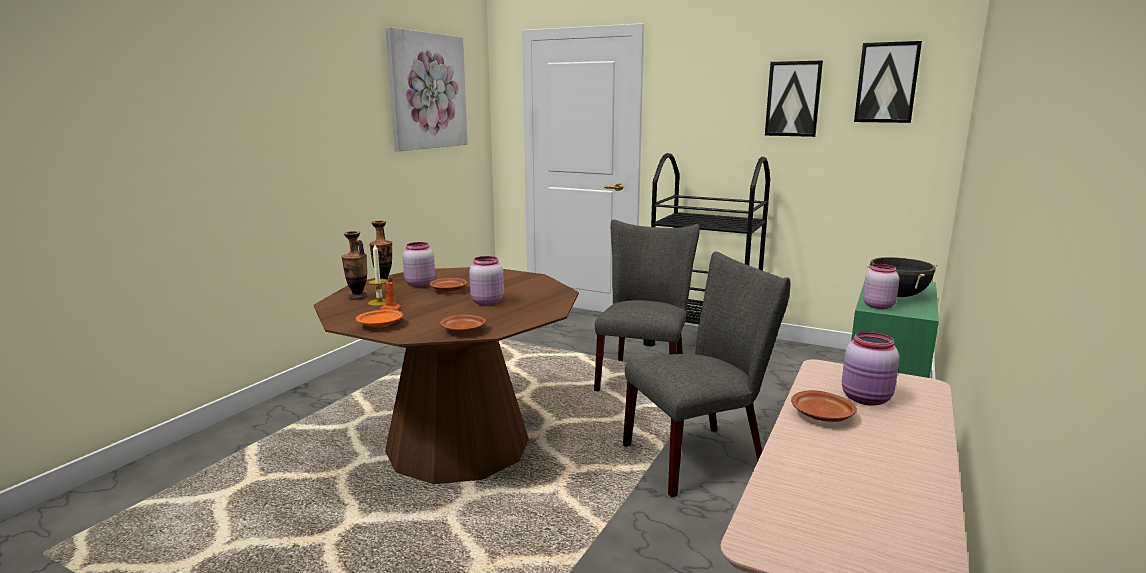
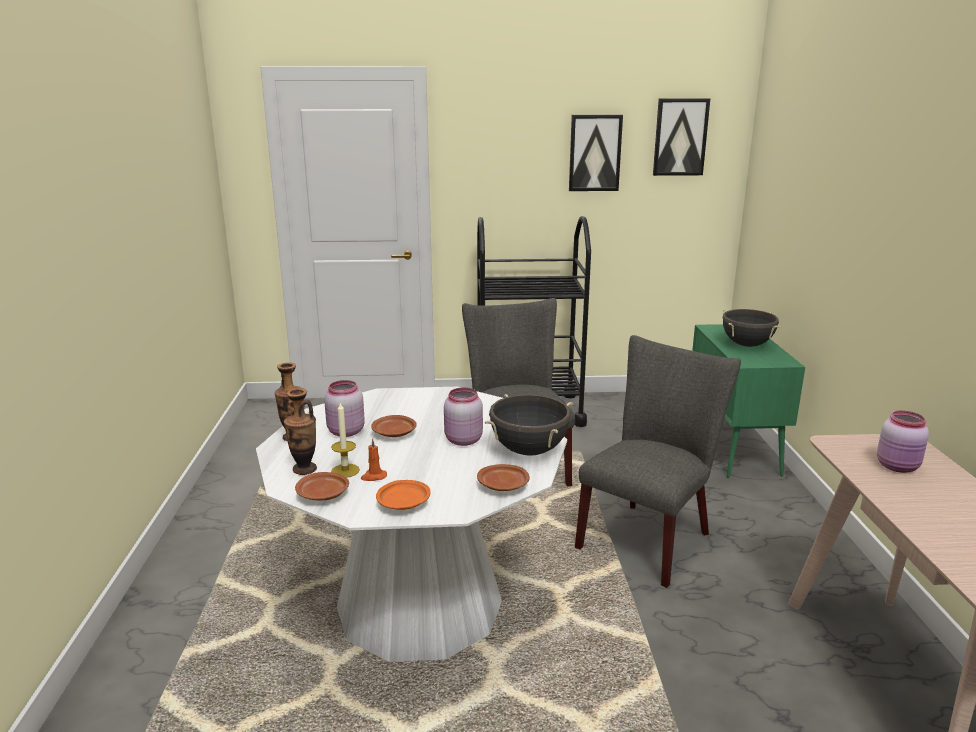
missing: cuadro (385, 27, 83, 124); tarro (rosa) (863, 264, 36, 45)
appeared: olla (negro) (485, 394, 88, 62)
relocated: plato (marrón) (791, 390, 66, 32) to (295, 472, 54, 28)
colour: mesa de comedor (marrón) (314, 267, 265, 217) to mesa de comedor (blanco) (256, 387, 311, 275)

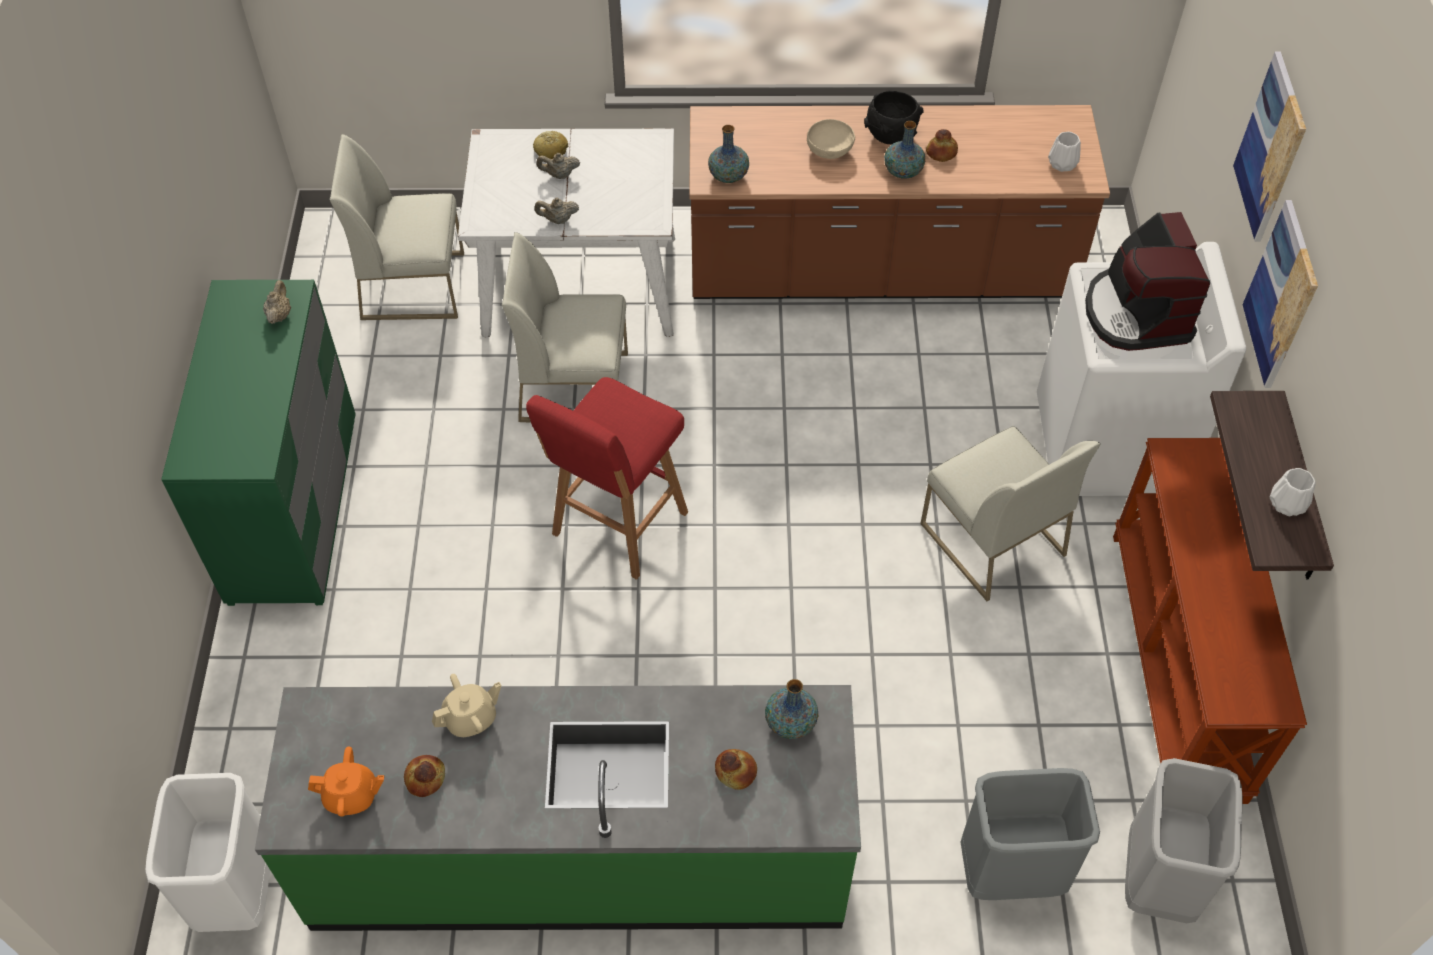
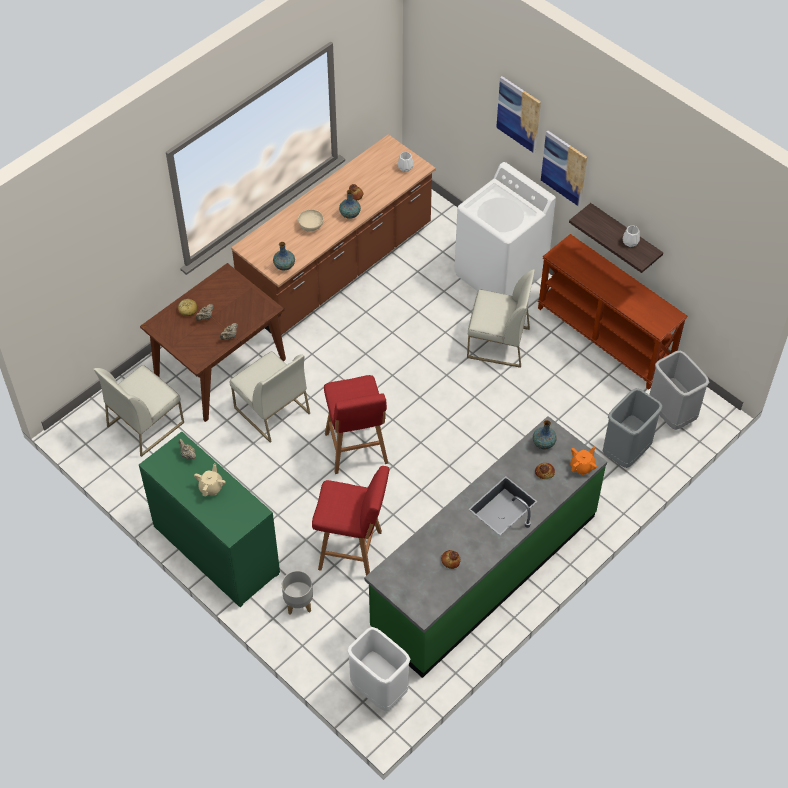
missing: cuenco (negro) (864, 91, 60, 53); cafetera (1085, 212, 125, 139)
appeared: maceta (gris) (282, 571, 31, 44); taburete (rojo) (312, 466, 77, 110)
relocated: tetera (beis) (432, 674, 69, 63) to (194, 464, 32, 33); tetera (naranja) (308, 746, 76, 71) to (570, 446, 27, 29)
colour: mesa de comedor (blanco) (458, 129, 217, 208) to mesa de comedor (marrón) (140, 263, 146, 159)
spun: silla (blanco) (502, 232, 126, 191) = (230, 351, 80, 91) 90 degrees counterclockwise

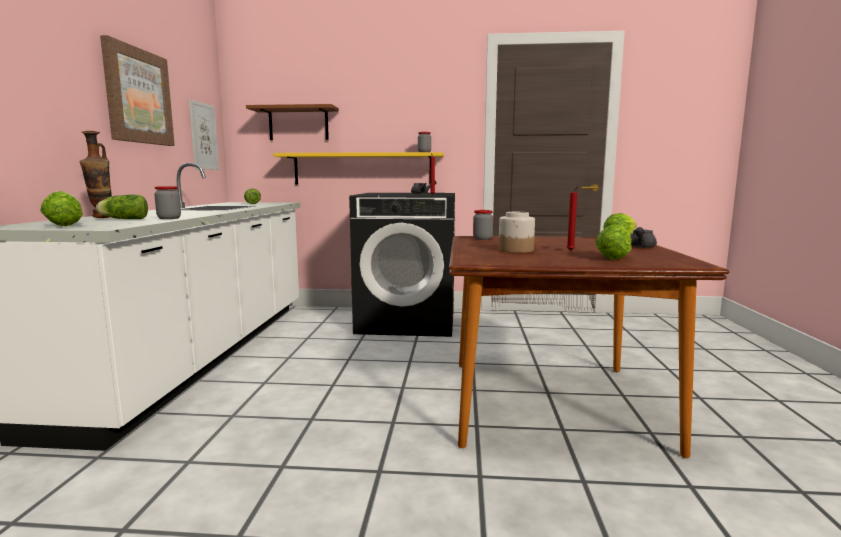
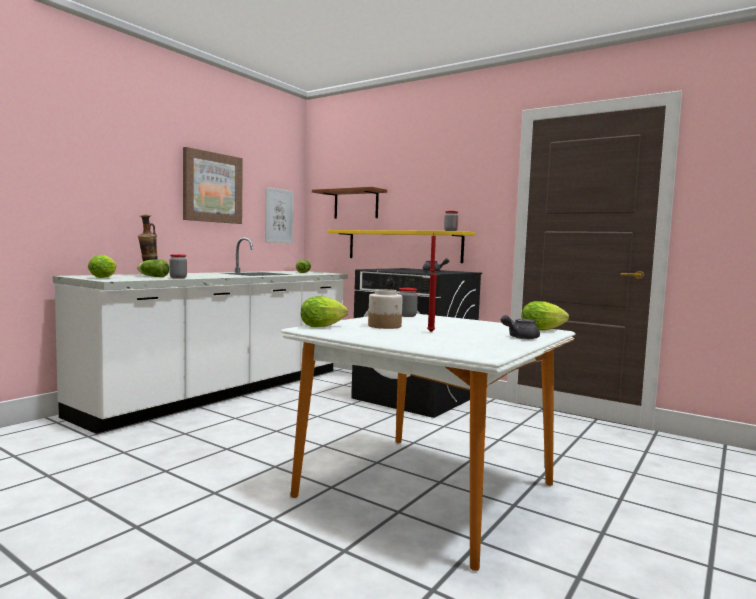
relocated: lechuga (595, 224, 36, 36) to (301, 296, 47, 31)
colour: mesa de comedor (marrón) (449, 236, 280, 222) to mesa de comedor (blanco) (281, 314, 294, 257)

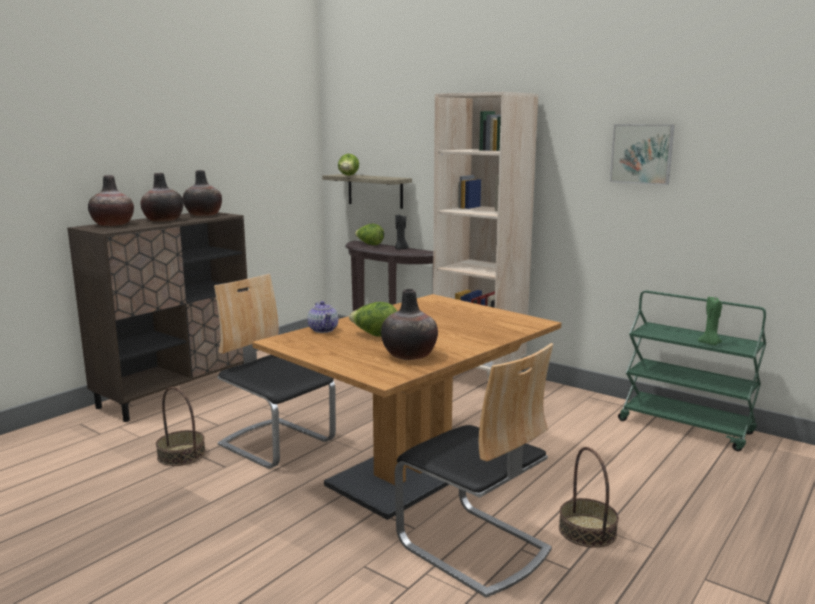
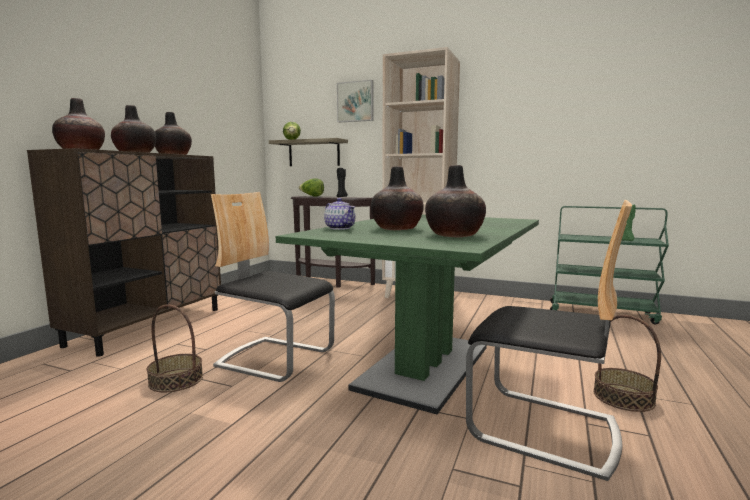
relocated: cuadro (610, 124, 65, 61) to (337, 80, 37, 43)
exchanged: lechuga (349, 302, 48, 35) to florero (371, 166, 53, 64)
colour: mesa de comedor (marrón) (252, 294, 310, 226) to mesa de comedor (verde) (276, 215, 263, 199)

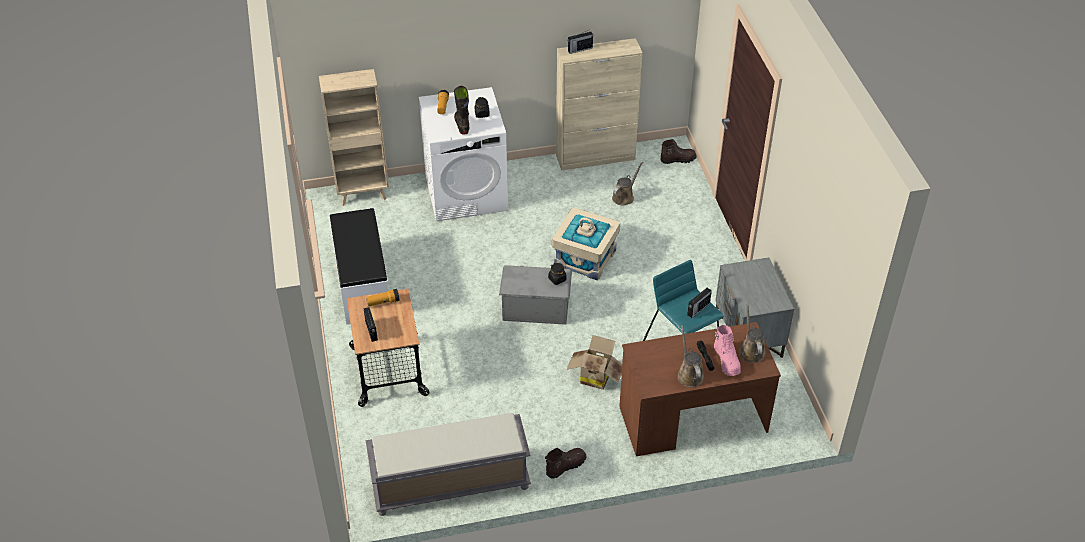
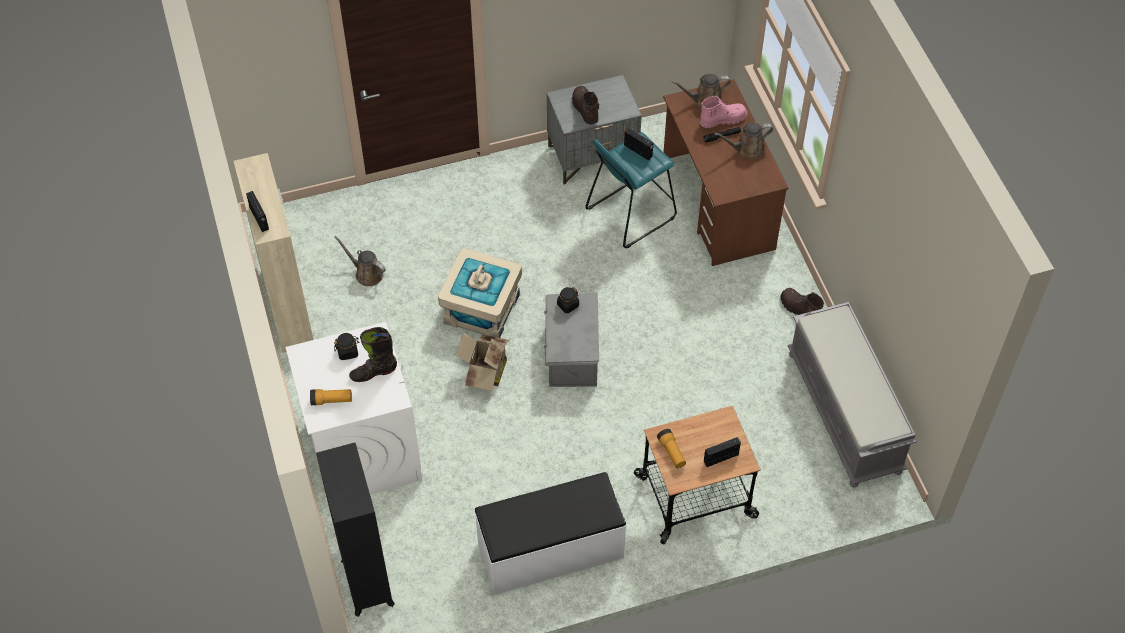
relocated: caja de cartón (566, 335, 56, 55) to (455, 332, 54, 59); bota (marrón) (660, 139, 37, 25) to (572, 86, 27, 39)
colour: estantería (beis) (319, 69, 70, 137) to estantería (negro) (316, 443, 79, 174)

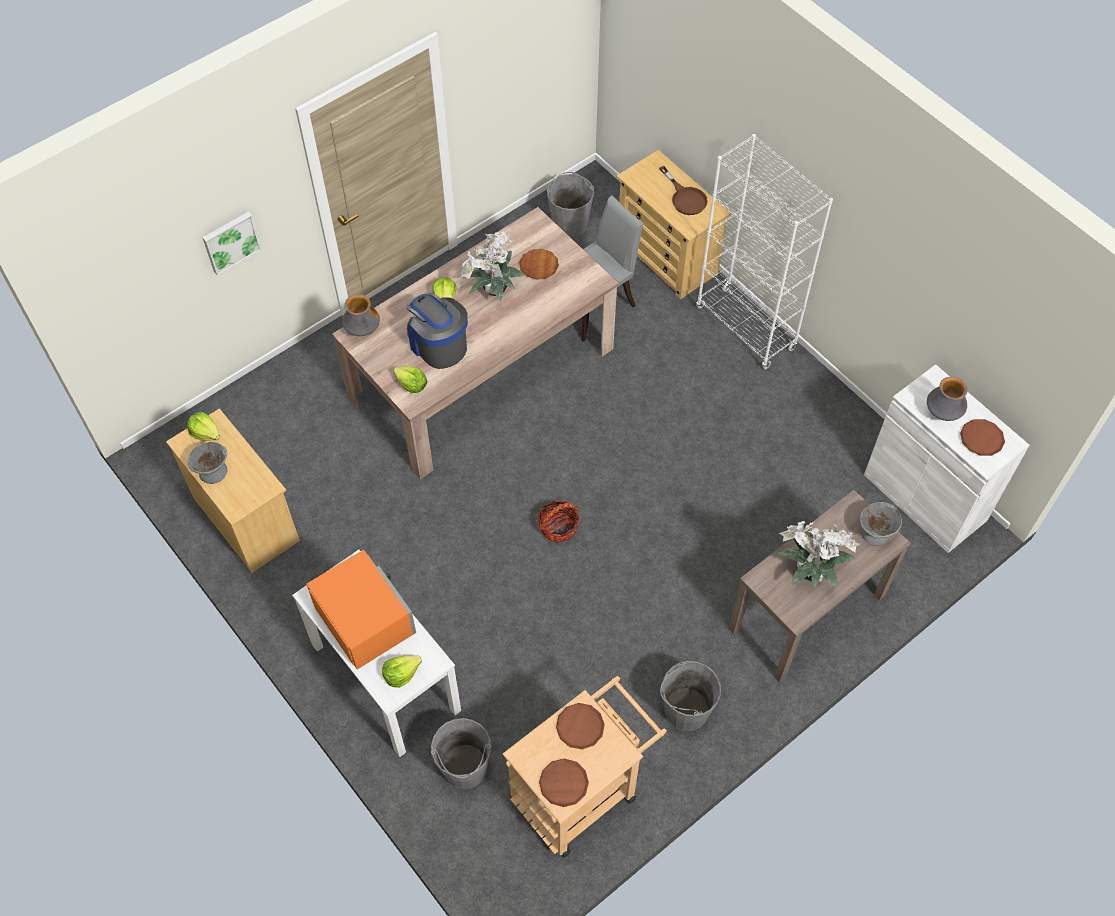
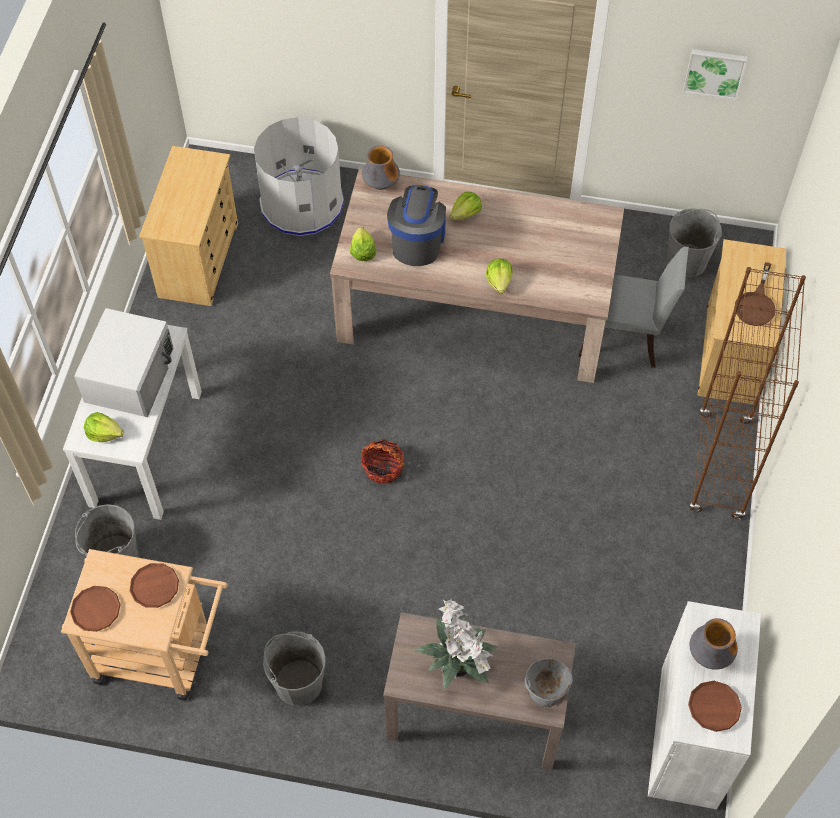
missing: cuenco (gris) (188, 442, 40, 42); planta en maceta (461, 230, 65, 71); plato (marrón) (519, 249, 40, 31)
appeared: papelera (gris) (254, 117, 90, 119)
relocated: lechuga (187, 412, 33, 29) to (486, 258, 27, 36); cuadro (202, 211, 60, 65) to (683, 49, 64, 51)
colour: microondas (naranja) (306, 550, 110, 119) to microondas (blanco) (74, 308, 99, 109); estantería (blanco) (696, 134, 137, 236) to estantería (marrón) (690, 267, 116, 253)

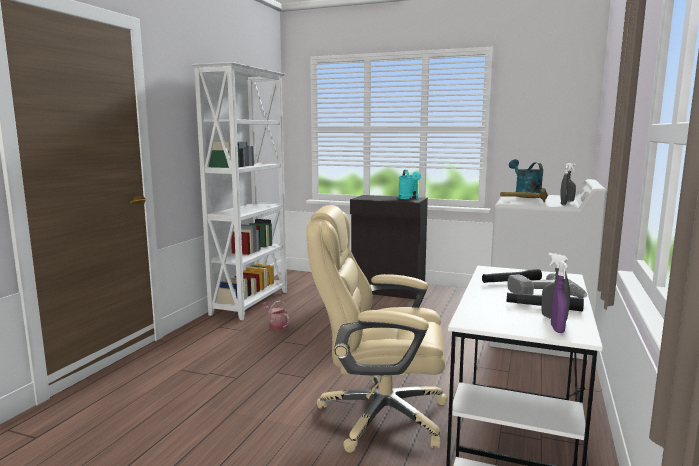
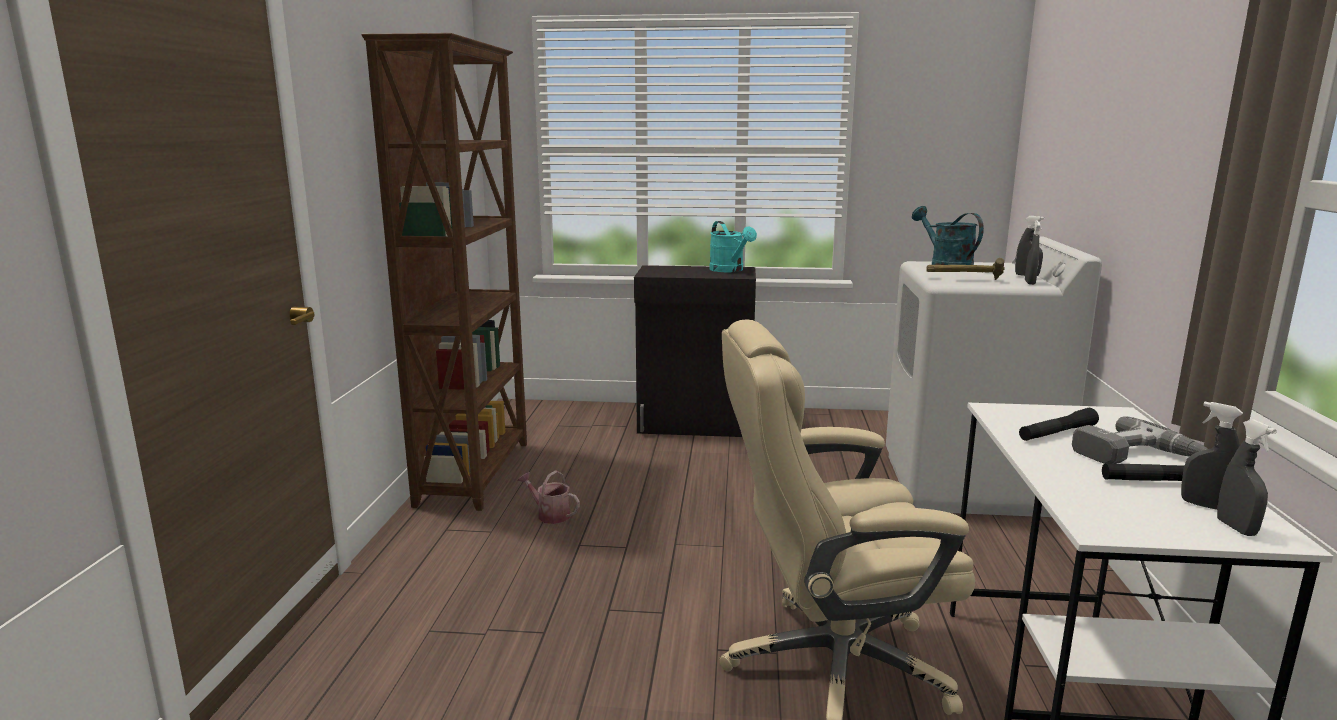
colour: estantería (blanco) (192, 62, 95, 258) to estantería (marrón) (362, 33, 165, 478); pulverizador (morado) (551, 261, 16, 72) to pulverizador (gris) (1217, 419, 60, 117)

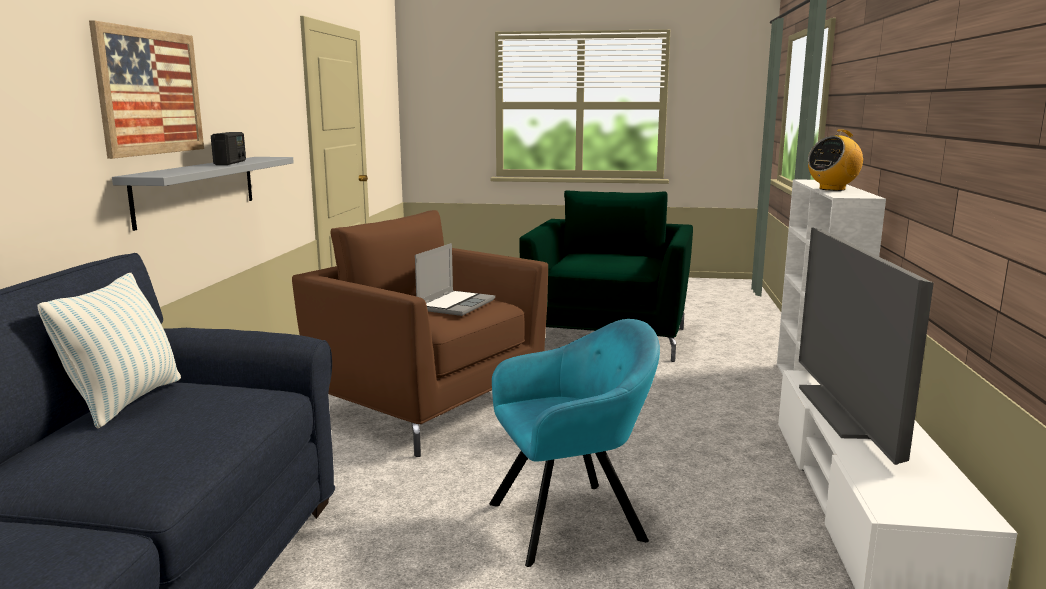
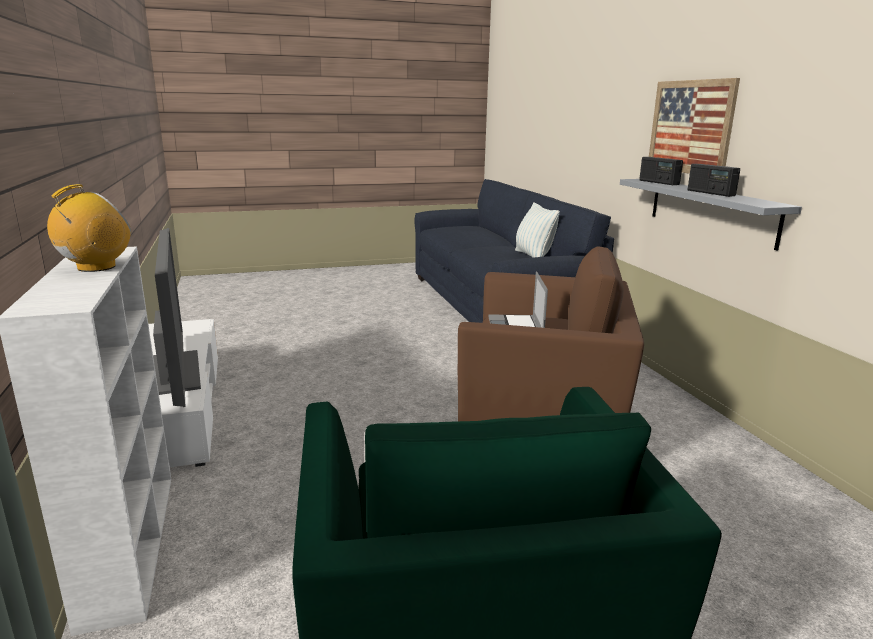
missing: sillón (turquesa) (489, 319, 171, 248)
appeared: radio (639, 157, 44, 28)

